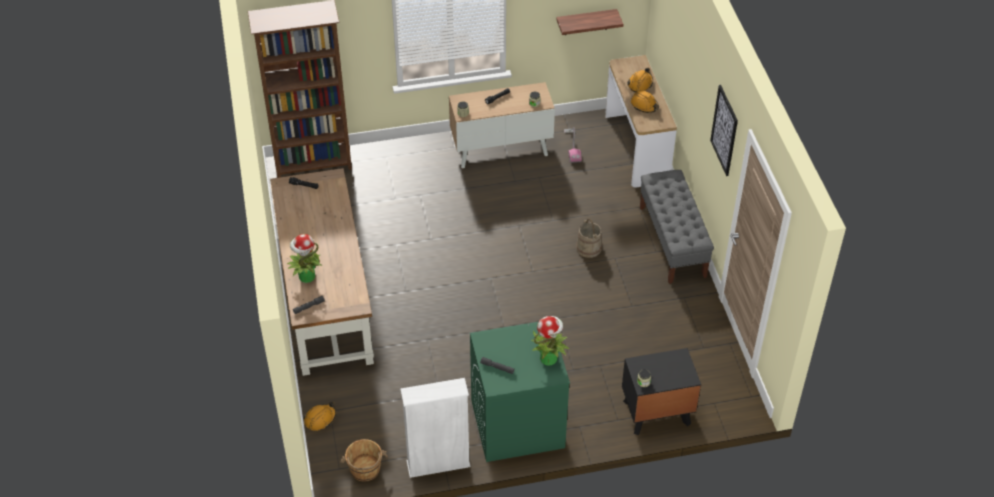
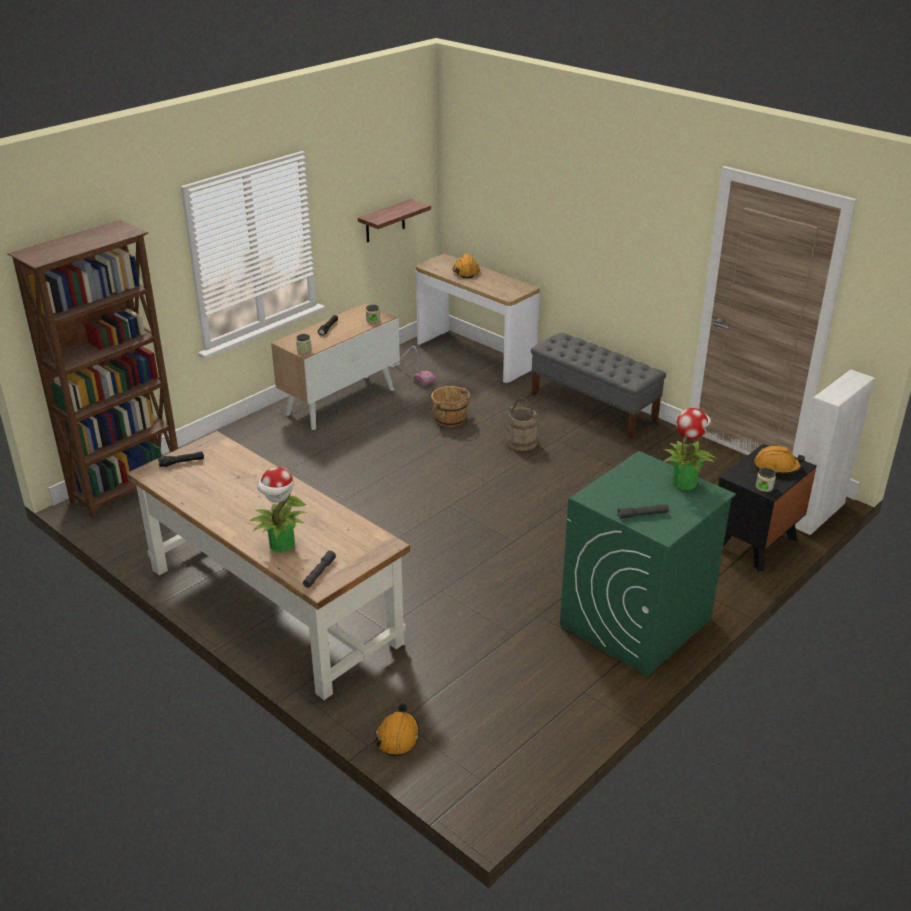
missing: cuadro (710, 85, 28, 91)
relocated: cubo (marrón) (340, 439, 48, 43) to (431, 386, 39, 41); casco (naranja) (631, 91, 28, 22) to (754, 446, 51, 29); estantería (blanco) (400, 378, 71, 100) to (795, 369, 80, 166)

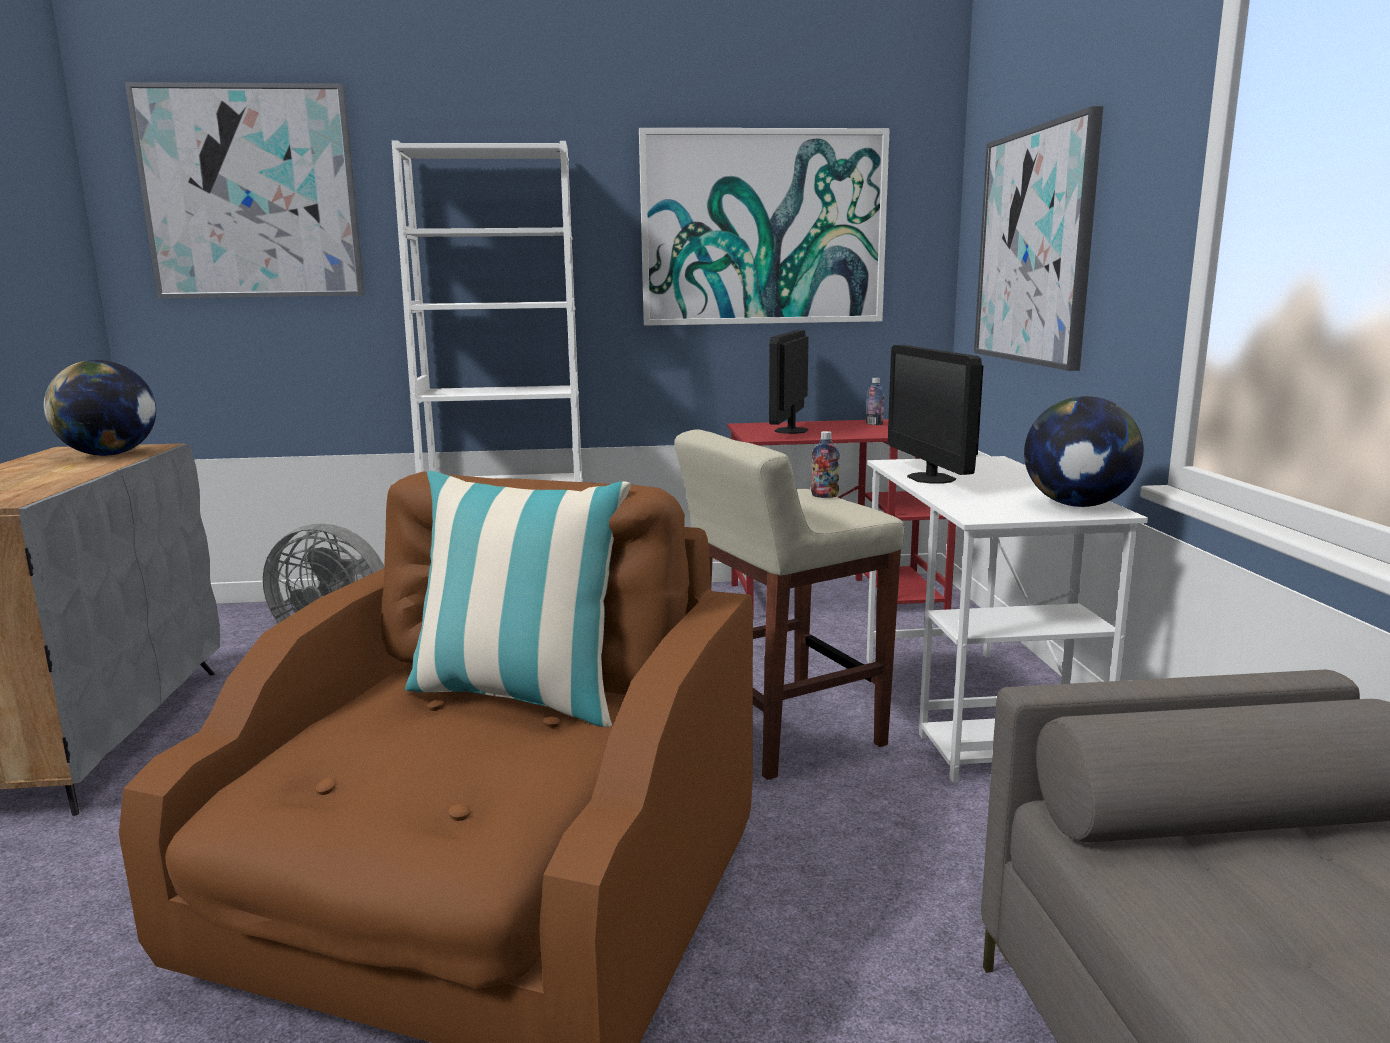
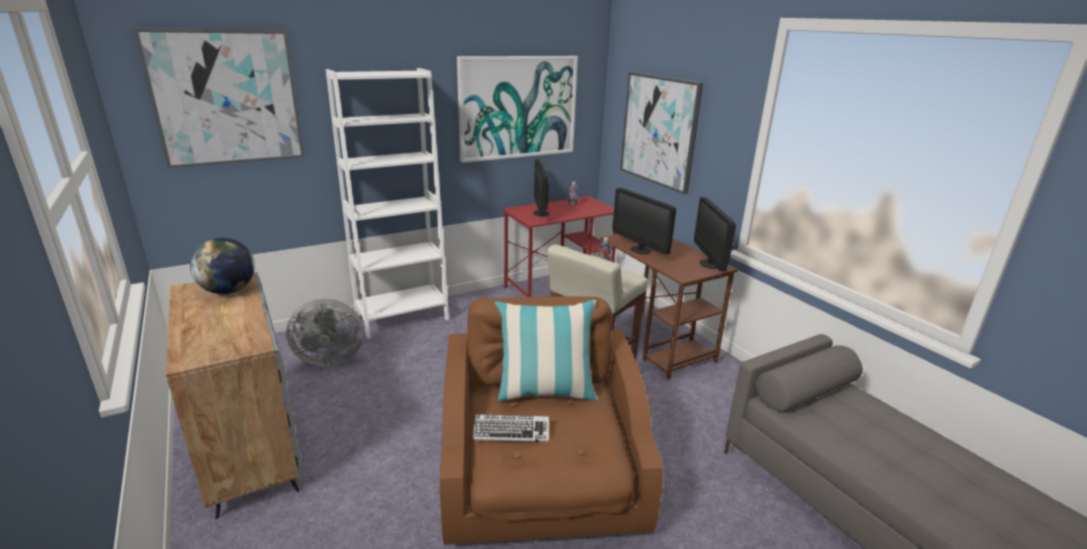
appeared: teclado (473, 414, 76, 28)
exchanged: globo terráqueo (1024, 396, 120, 111) to monitor (694, 197, 42, 74)
colour: escritorio (blanco) (866, 456, 282, 327) to escritorio (marrón) (601, 234, 137, 146)

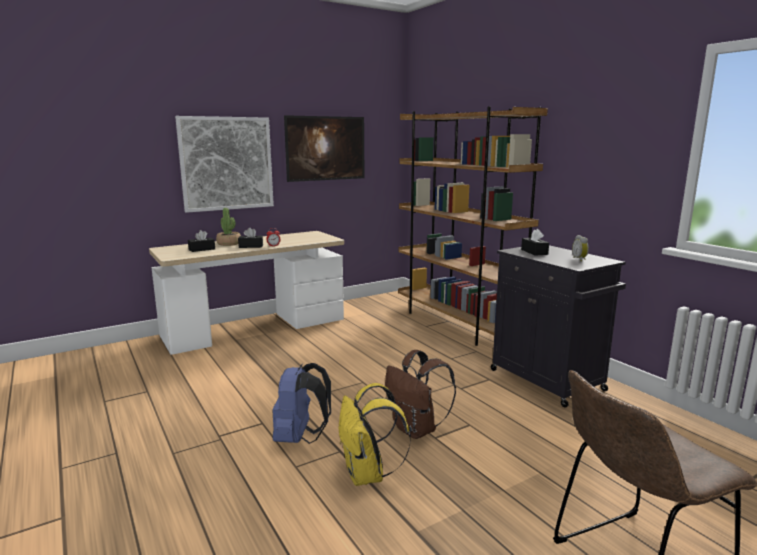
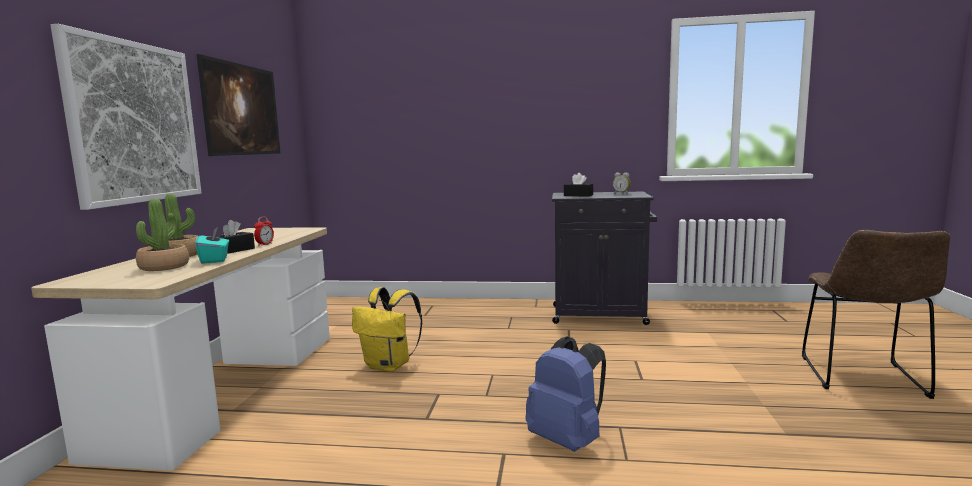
missing: mochila (marrón) (385, 350, 71, 89); estantería (marrón) (398, 106, 150, 240)
appeared: caja de pañuelos (turquesa) (195, 227, 34, 37)
relocated: mochila (amarillo) (339, 383, 72, 103) to (352, 287, 70, 85)
exchanged: caja de pañuelos (negro) (188, 230, 27, 22) to planta en maceta (136, 199, 53, 72)

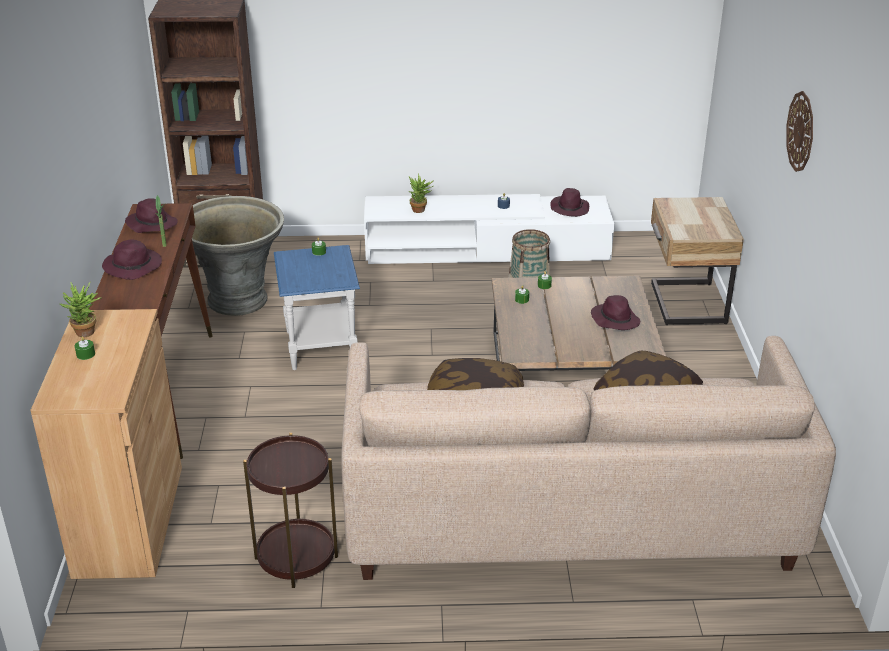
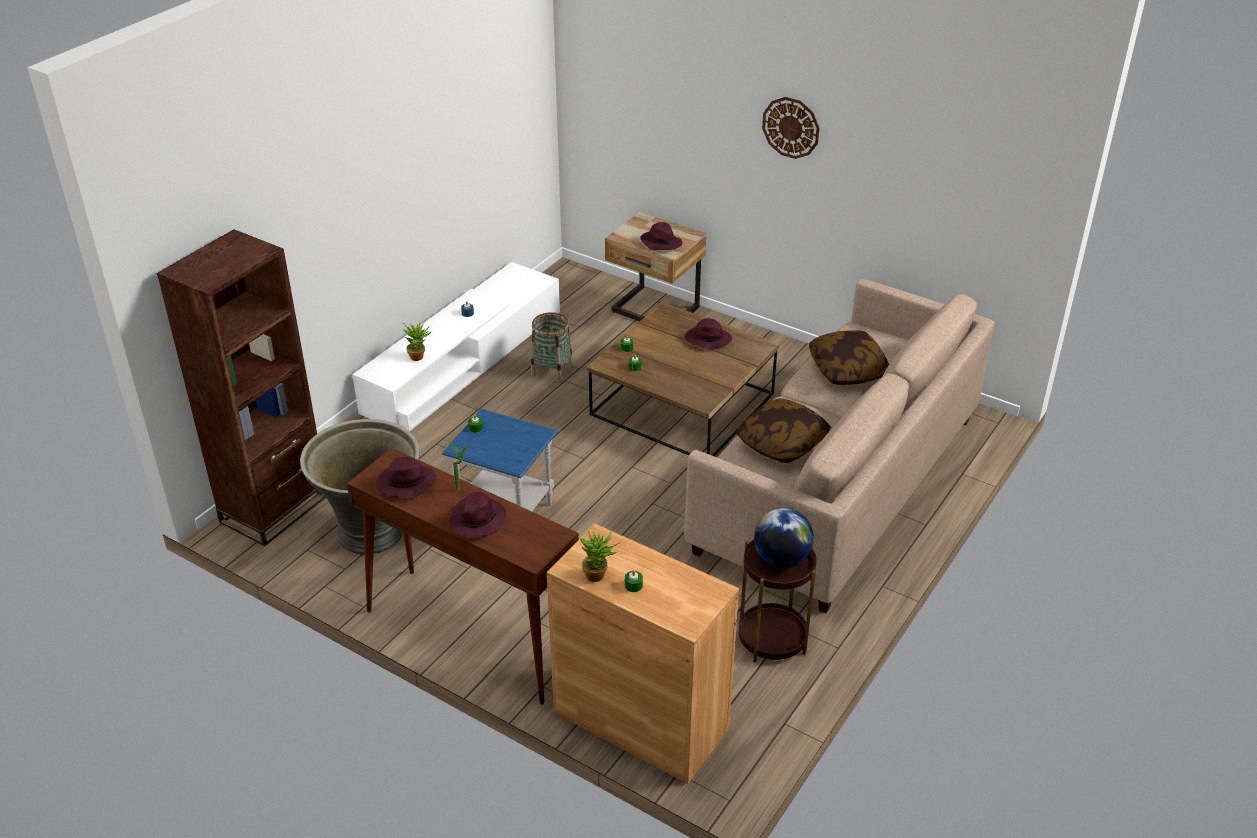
appeared: globo terráqueo (754, 508, 60, 60)
relocated: sombrero (morado) (550, 188, 39, 29) to (640, 222, 42, 28)

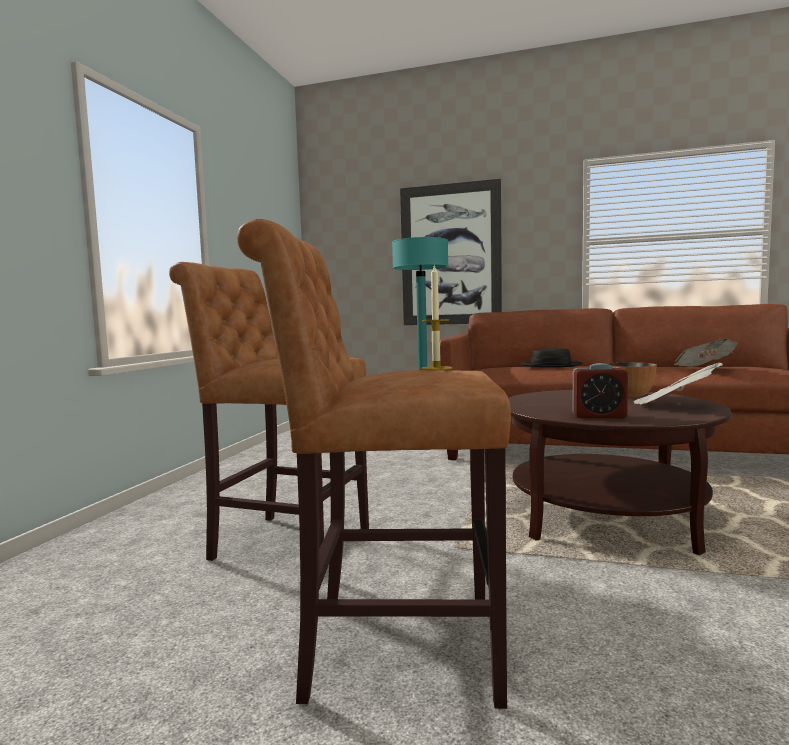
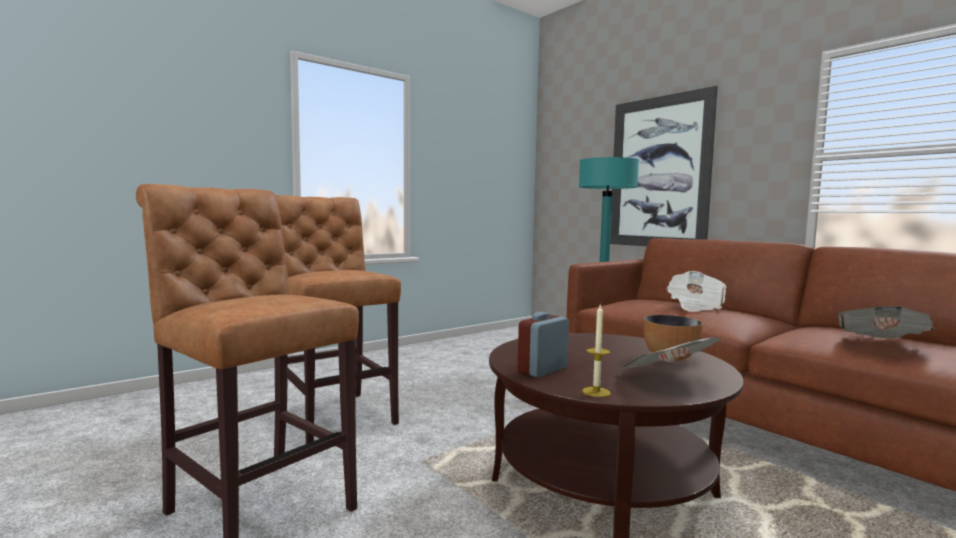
relocated: vela (421, 265, 31, 105) to (582, 305, 29, 92)
exchanged: sombrero (negro) (520, 348, 62, 19) to periódico (667, 271, 60, 41)
spun: despertador (572, 363, 56, 55) = (518, 312, 51, 66) 90 degrees clockwise

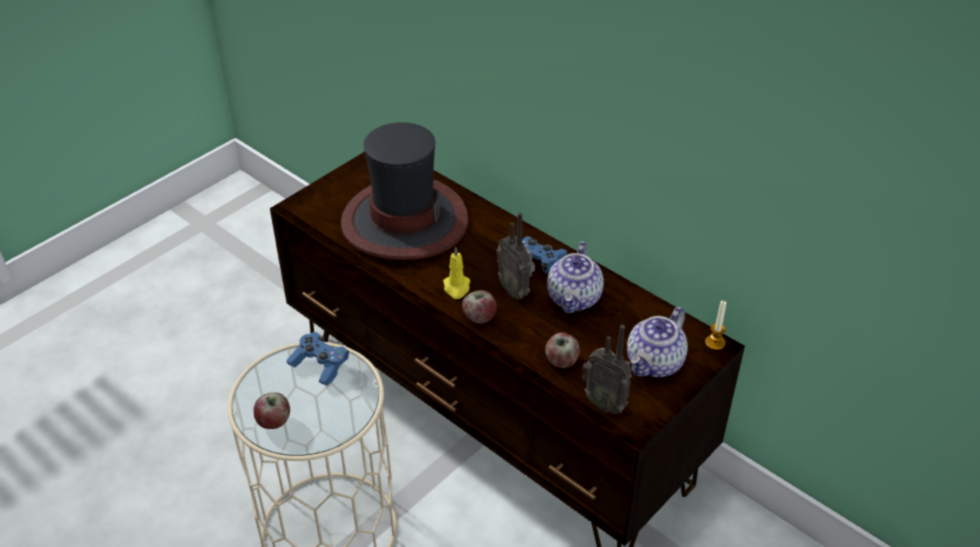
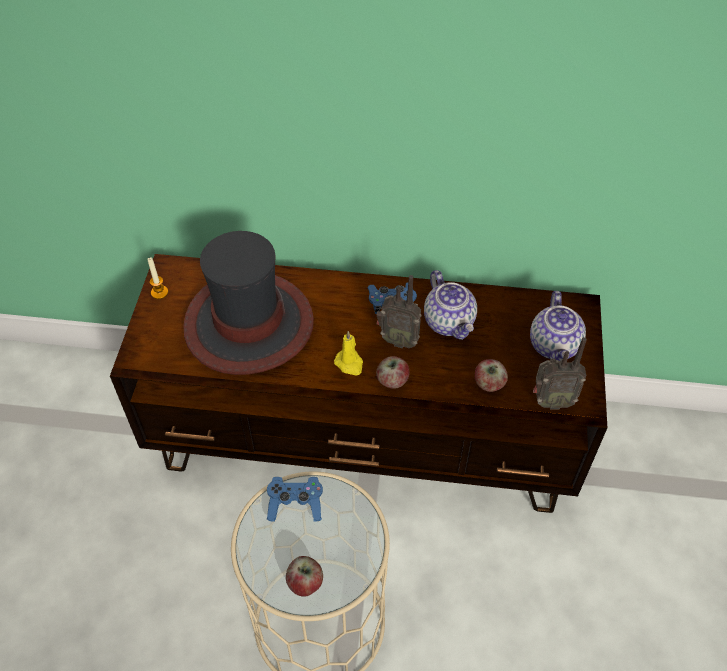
relocated: vela (705, 301, 21, 49) to (147, 258, 21, 41)

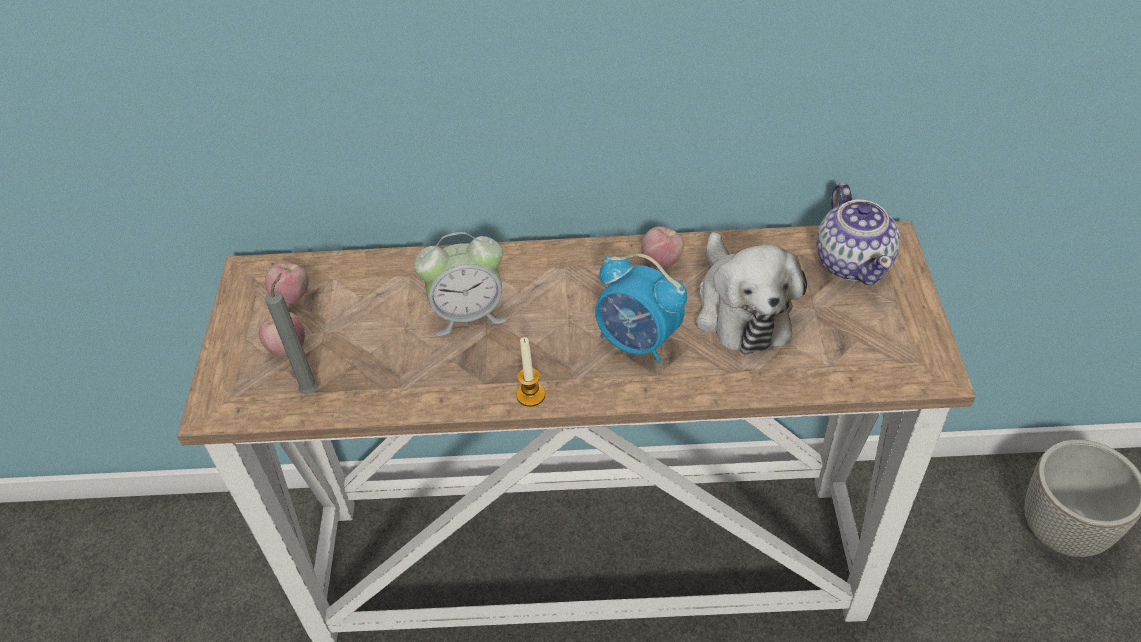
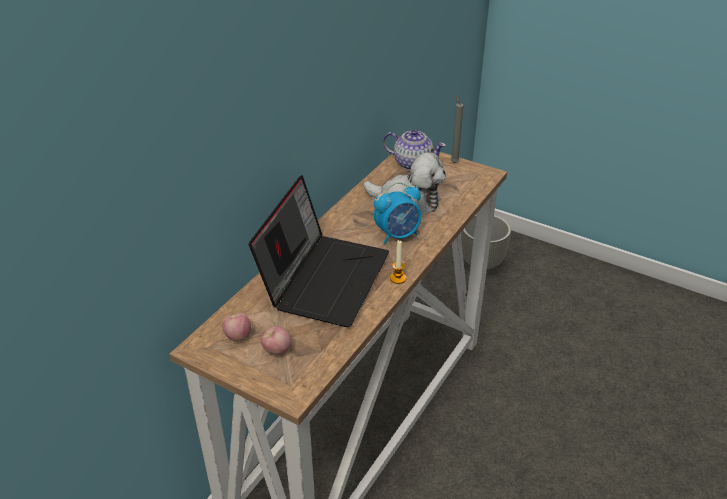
missing: manzana (641, 226, 43, 42)
relocated: vela (gris) (265, 273, 53, 121) to (450, 95, 14, 68)
exchanged: despertador (414, 232, 93, 104) to portátil (249, 175, 140, 152)

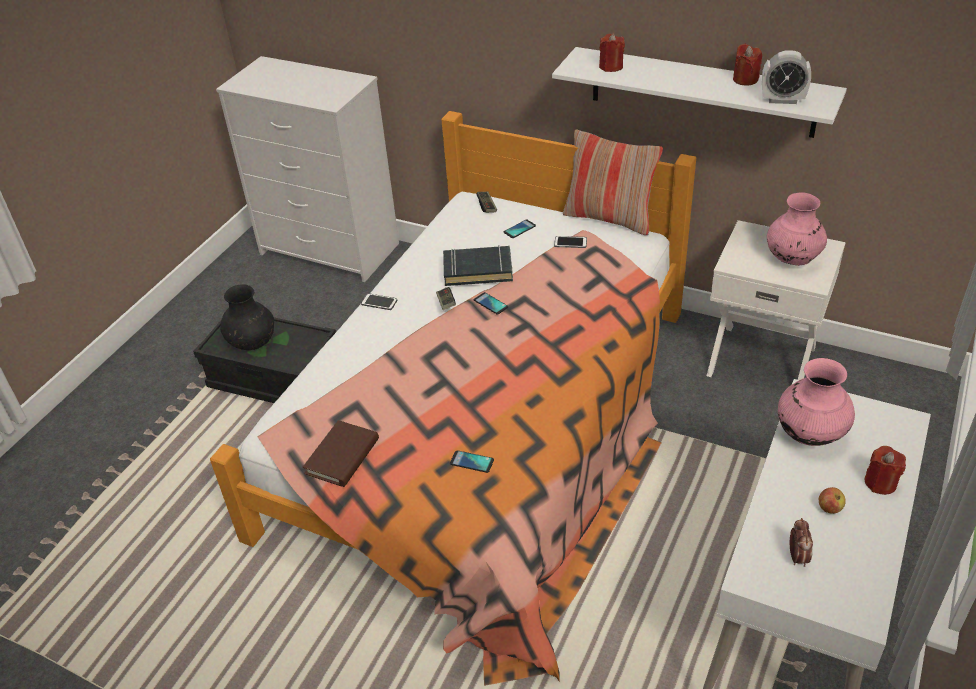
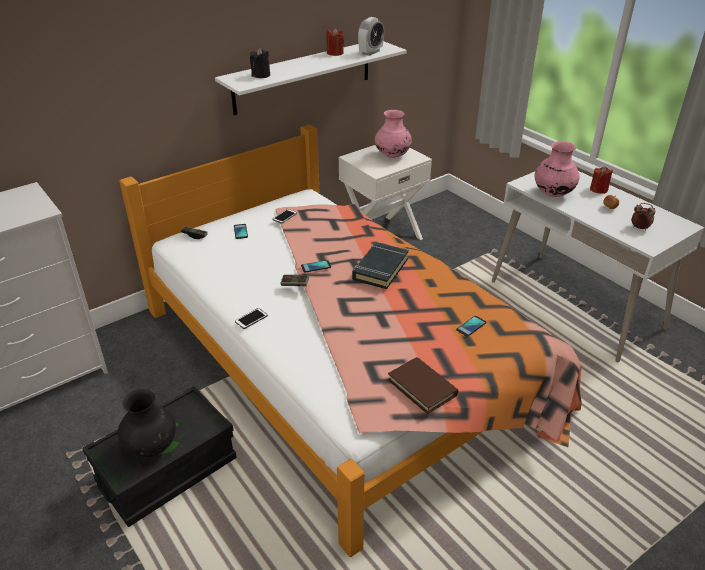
missing: cojín (563, 130, 100, 105)
relocated: libro (negro) (443, 245, 70, 41) to (352, 242, 57, 47)
colour: vela (rojo) (599, 33, 26, 39) to vela (negro) (250, 48, 20, 30)

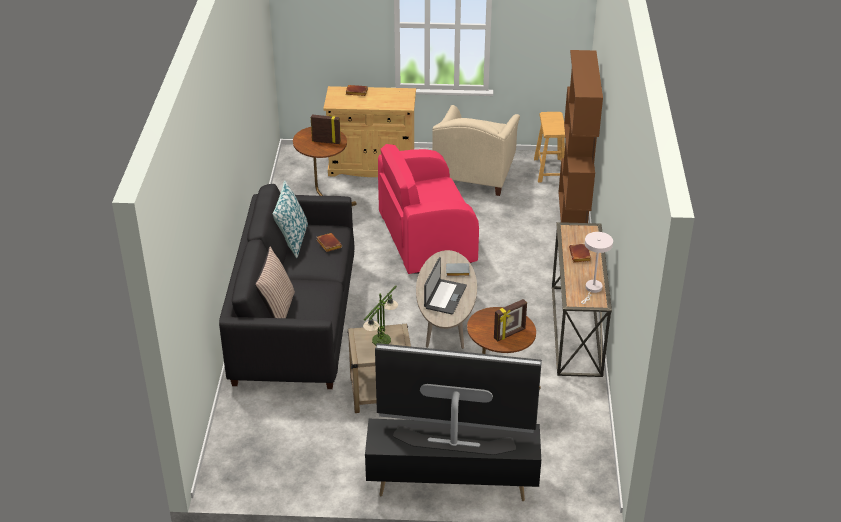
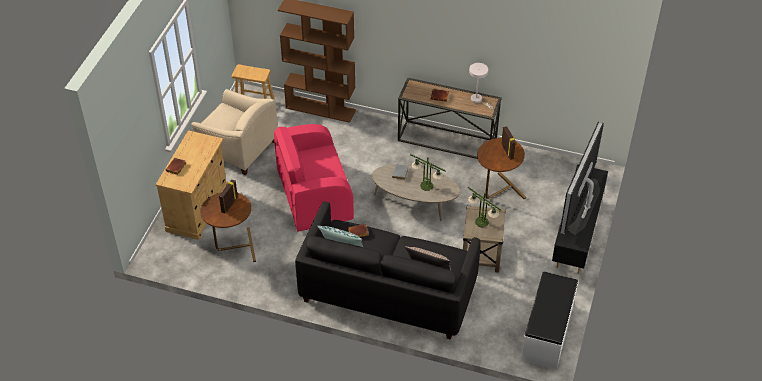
appeared: banco (blanco) (521, 271, 57, 99)
exchanged: portátil (424, 257, 43, 57) to lámpara de mesa (410, 154, 36, 37)
spun: sillón (rosa) (378, 144, 101, 130) = (274, 124, 80, 108) 75 degrees clockwise

